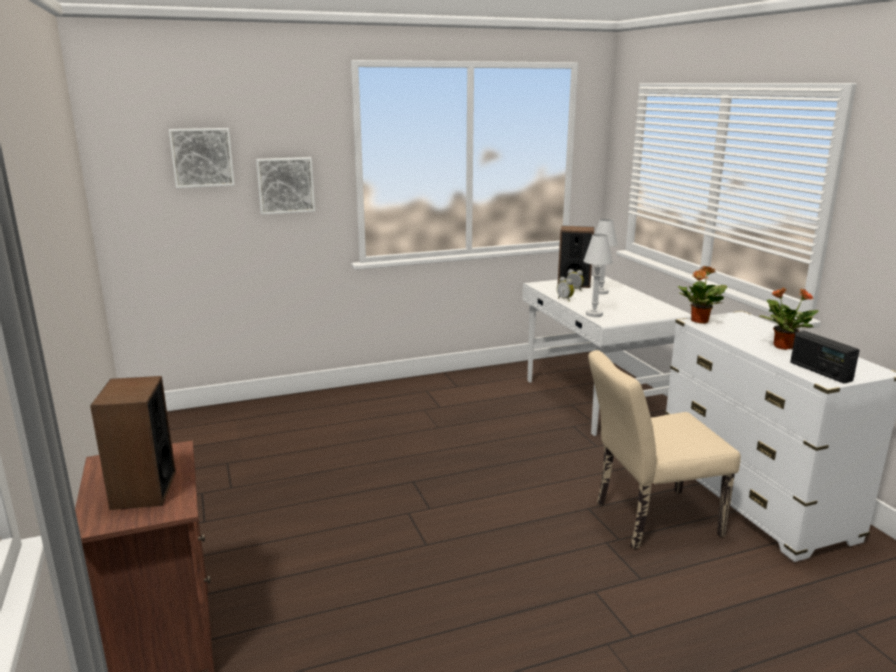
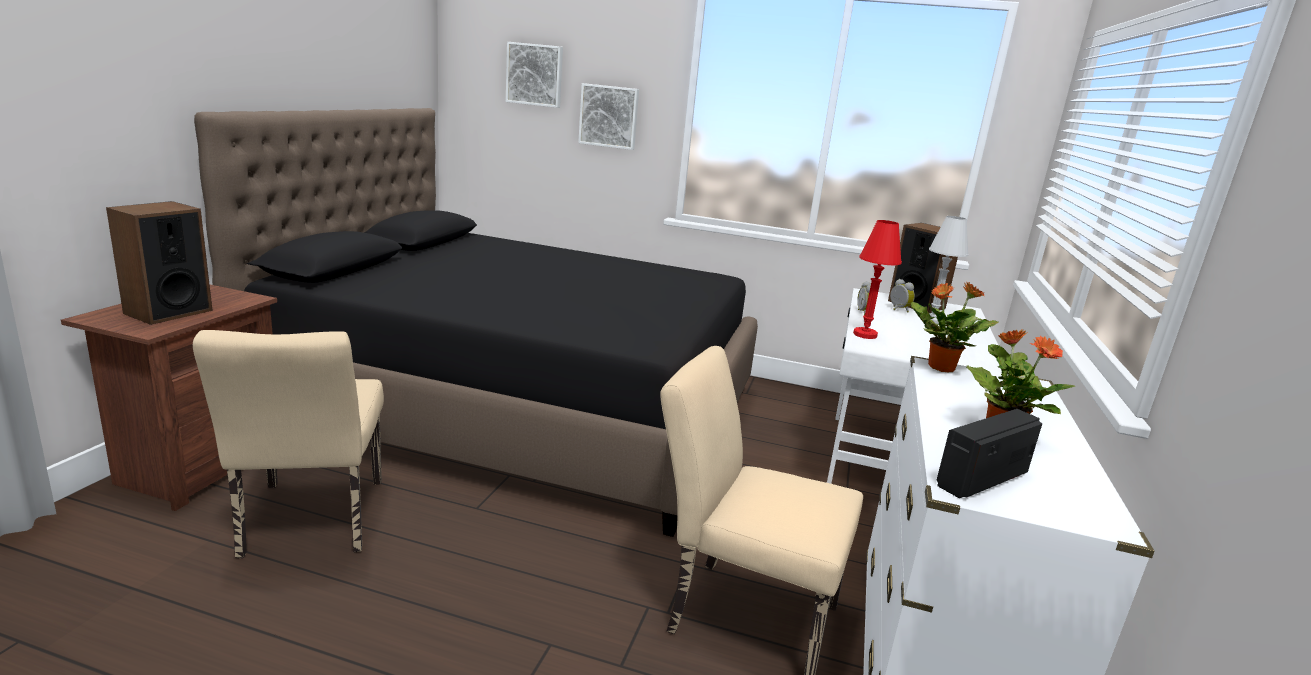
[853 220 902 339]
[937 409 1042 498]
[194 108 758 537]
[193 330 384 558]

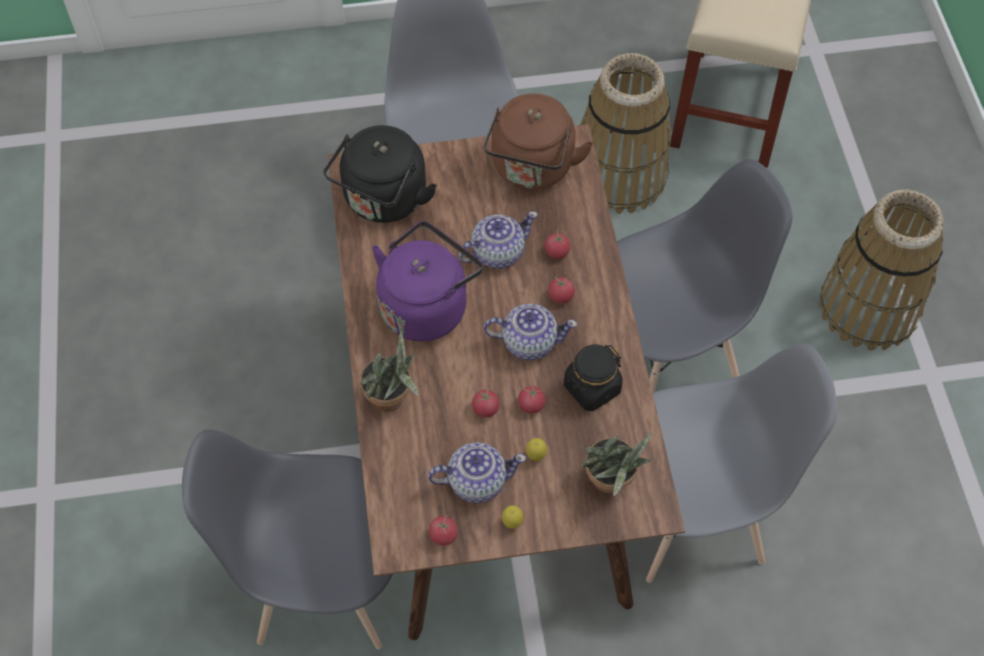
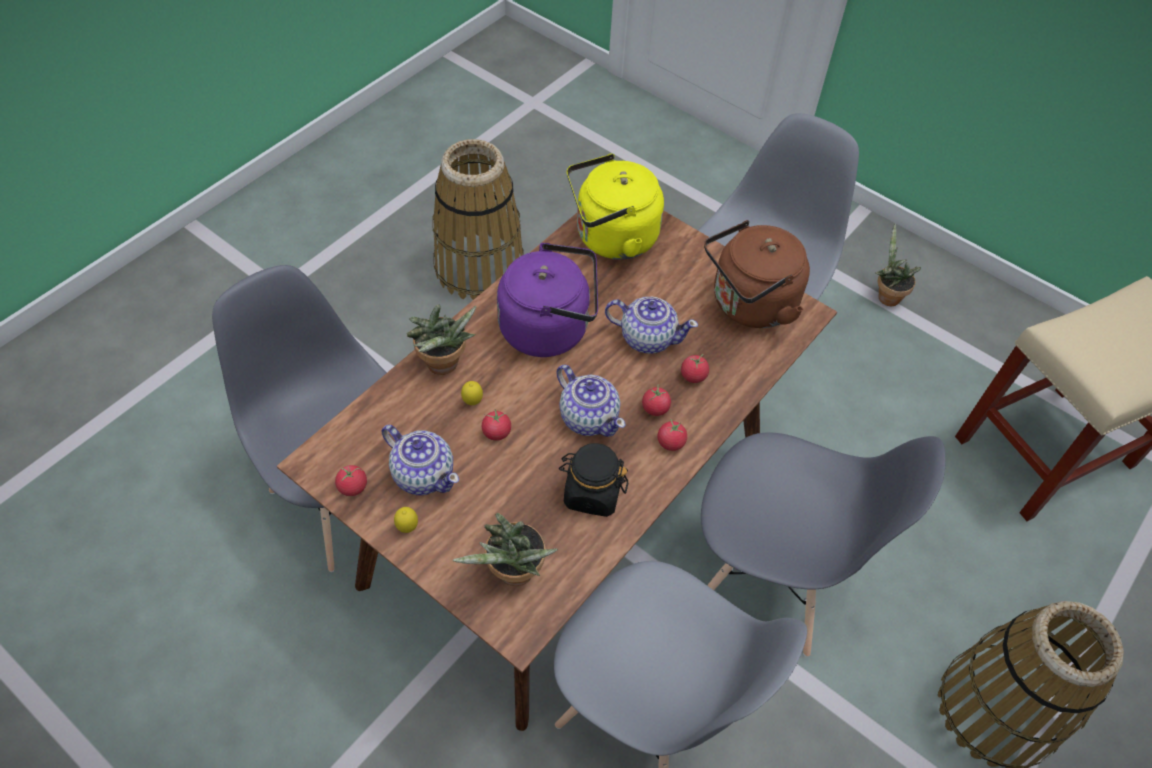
[432 139 524 300]
[567 154 664 260]
[658 419 687 451]
[461 381 483 405]
[875 224 921 306]

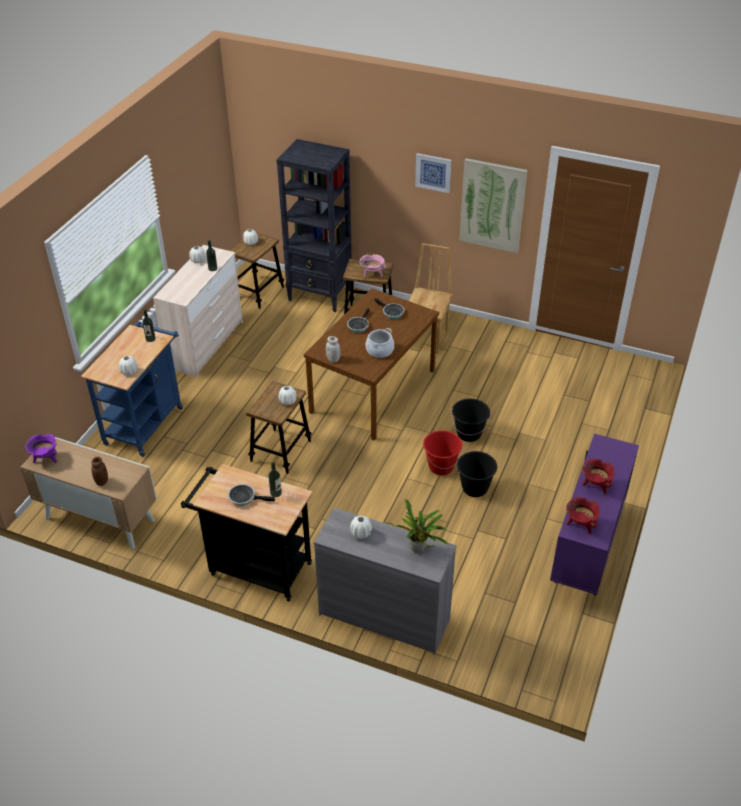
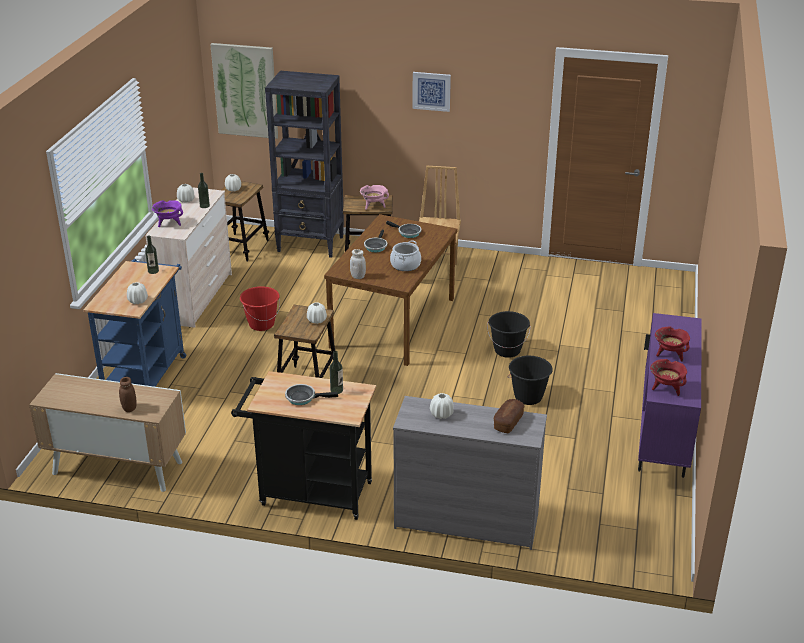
[210 43 278 139]
[240 286 280 331]
[152 200 183 227]
[493 399 524 433]

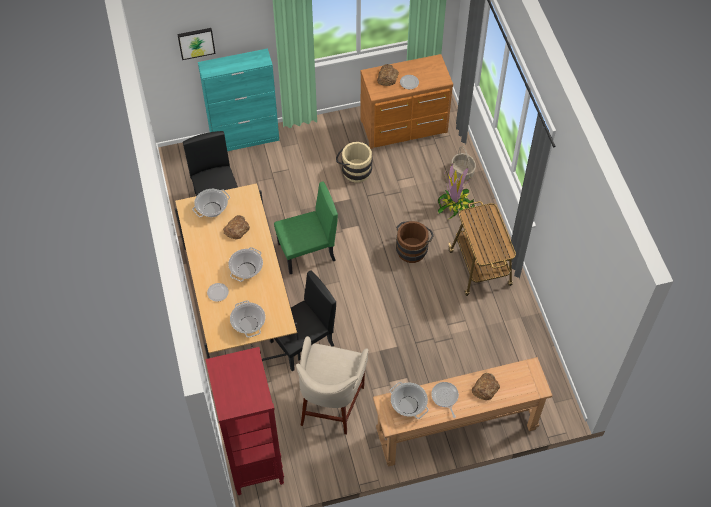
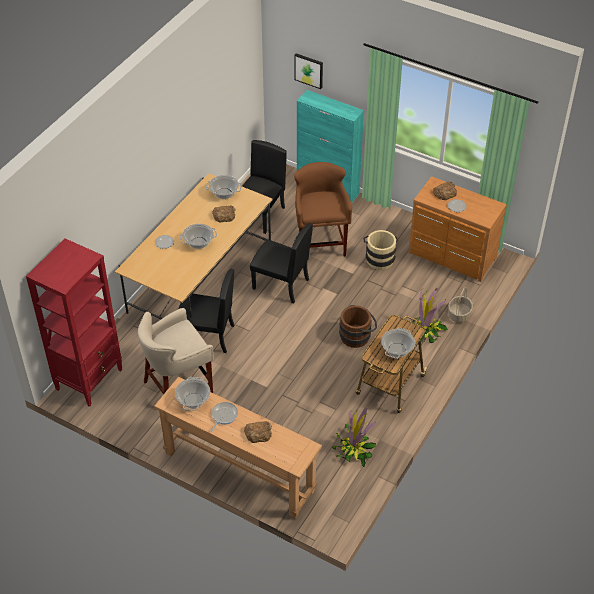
[250 223 313 304]
[381 328 415 359]
[294 162 352 257]
[332 407 376 467]

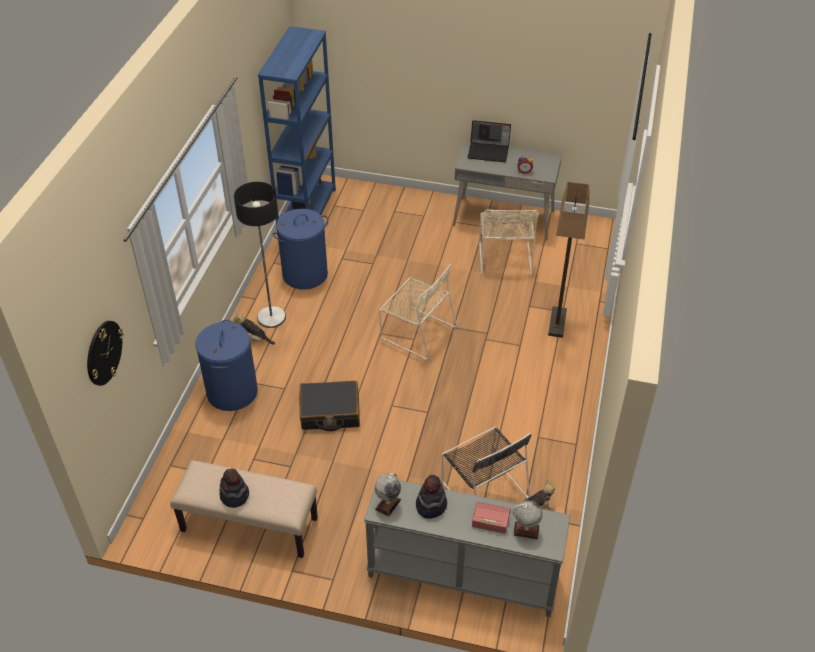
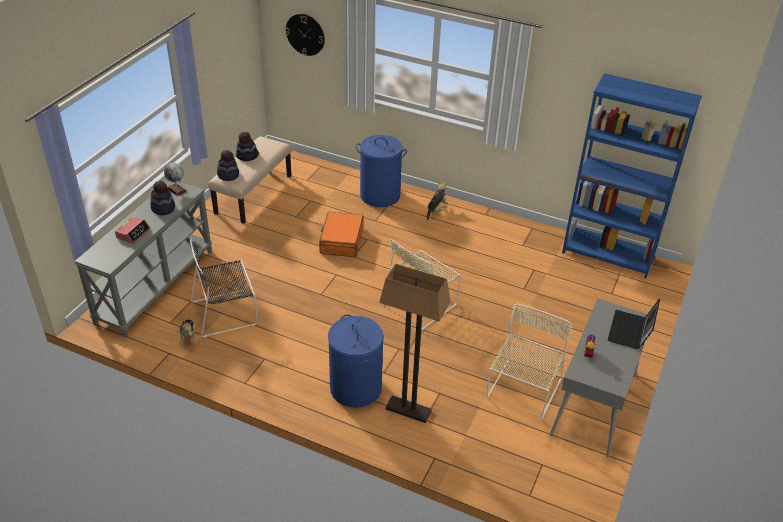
[234 182 286 328] (first image)
[328 314 384 408]
[486 304 572 420]
[319 212 364 257]
[513 500 542 540] (first image)
[217 150 239 181]

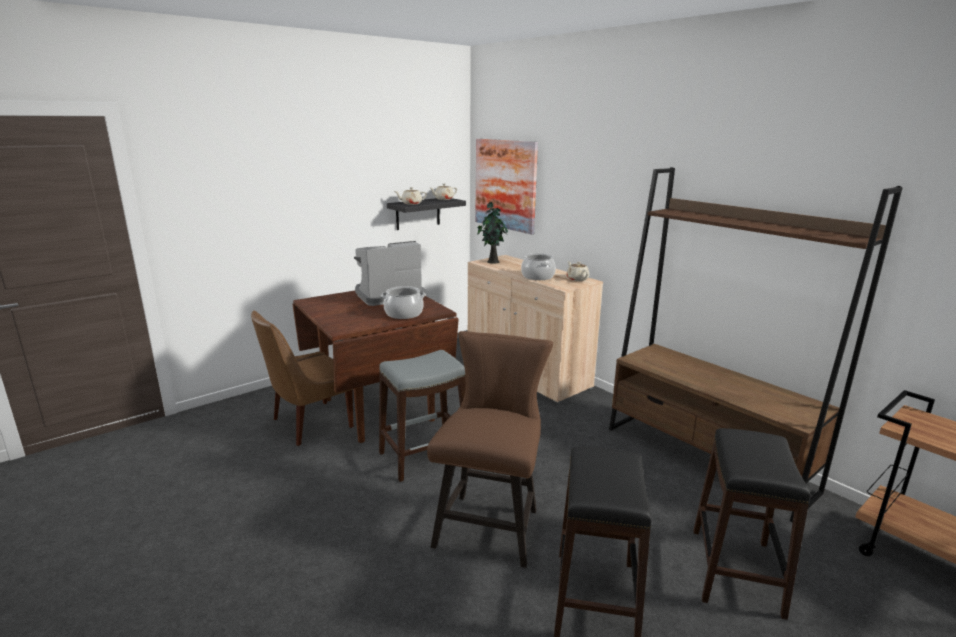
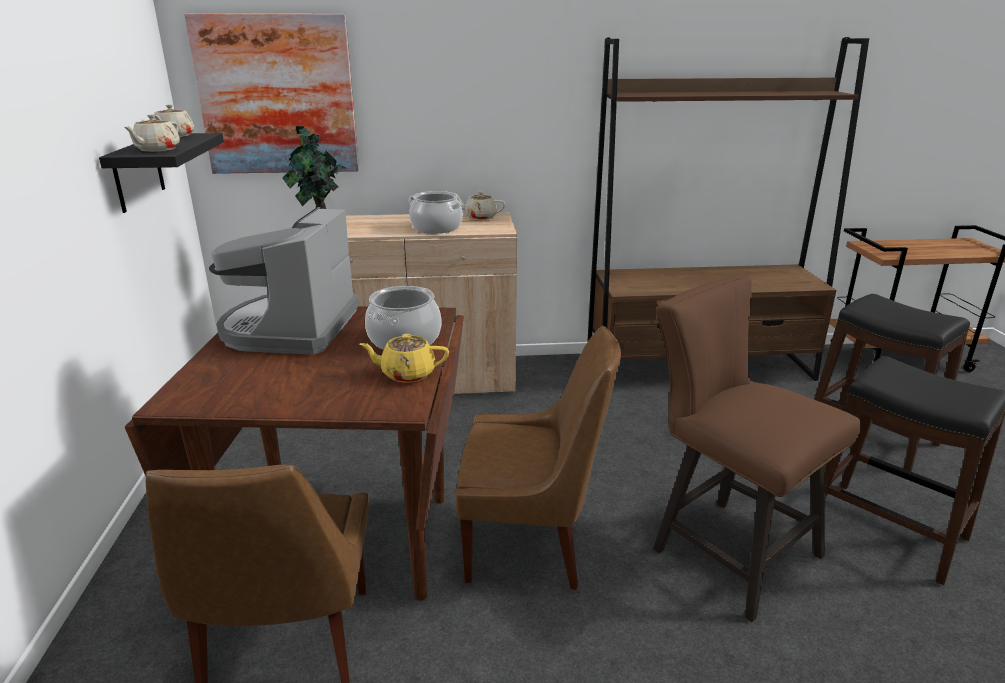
[456 326 621 590]
[360 334 449 383]

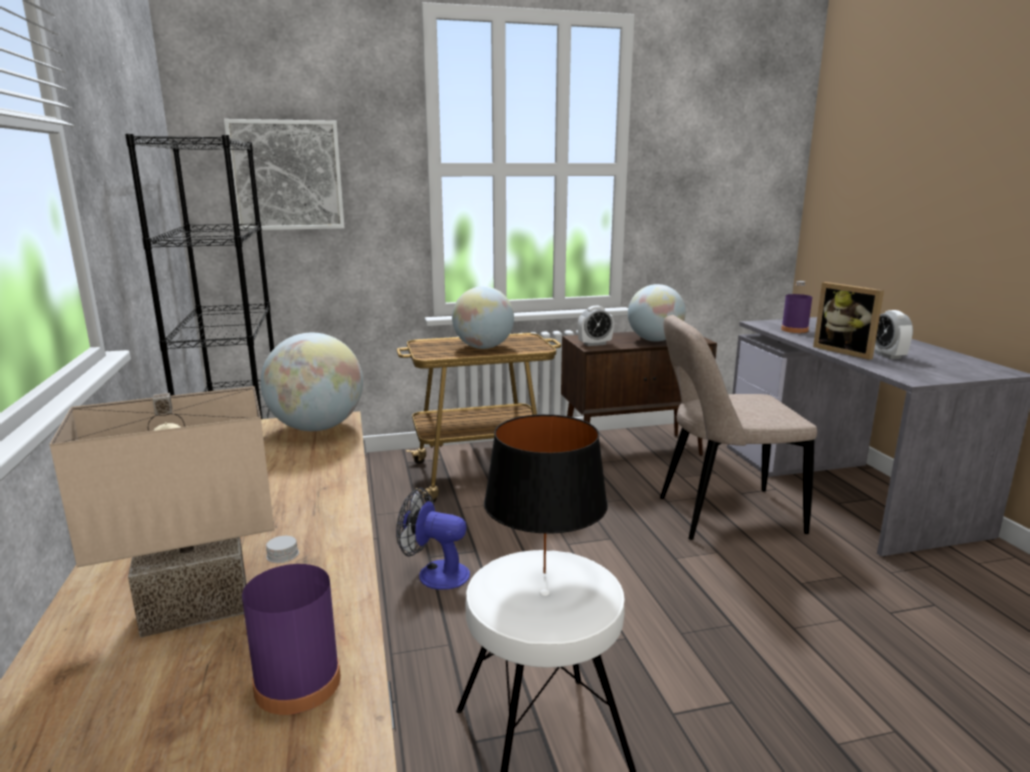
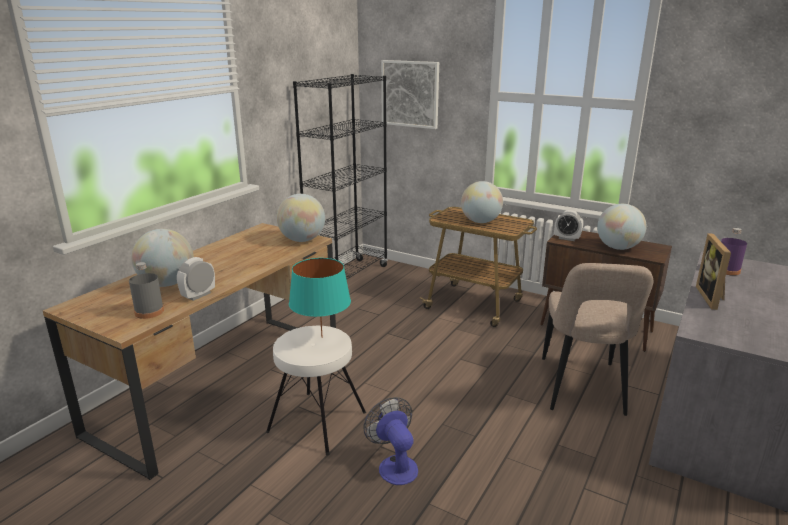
[177 257 215 301]
[542 263 653 416]
[131 229 194 287]
[289 258 351 338]
[363 397 418 485]
[129 262 164 319]

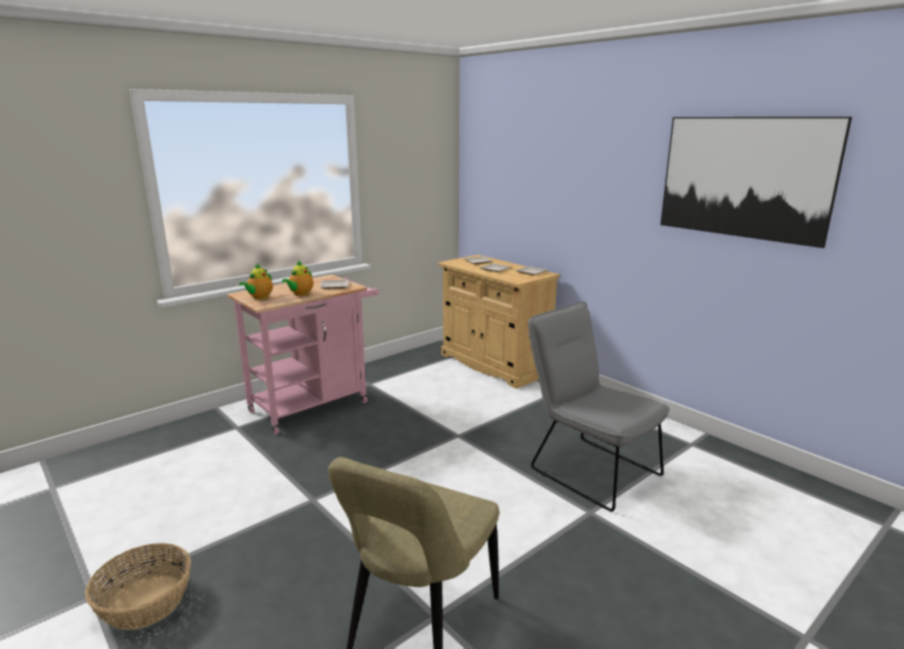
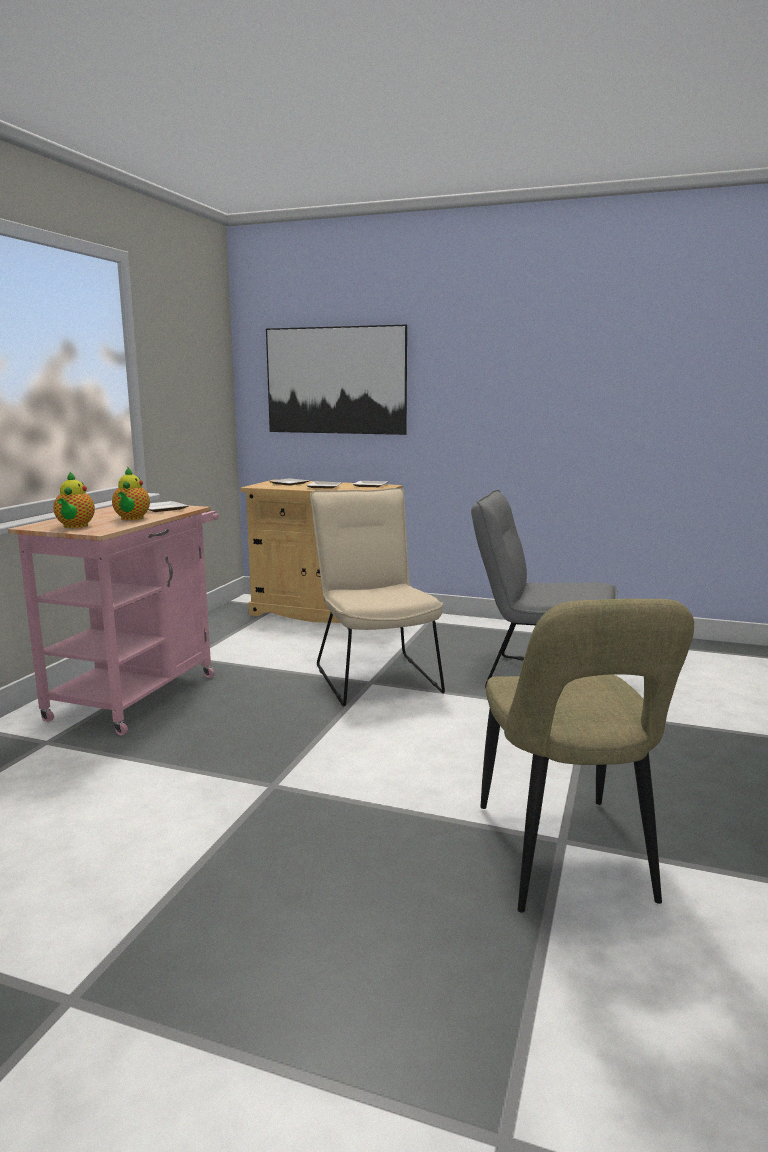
[266 325 407 435]
[85 543 191 630] (first image)
[310 488 445 706]

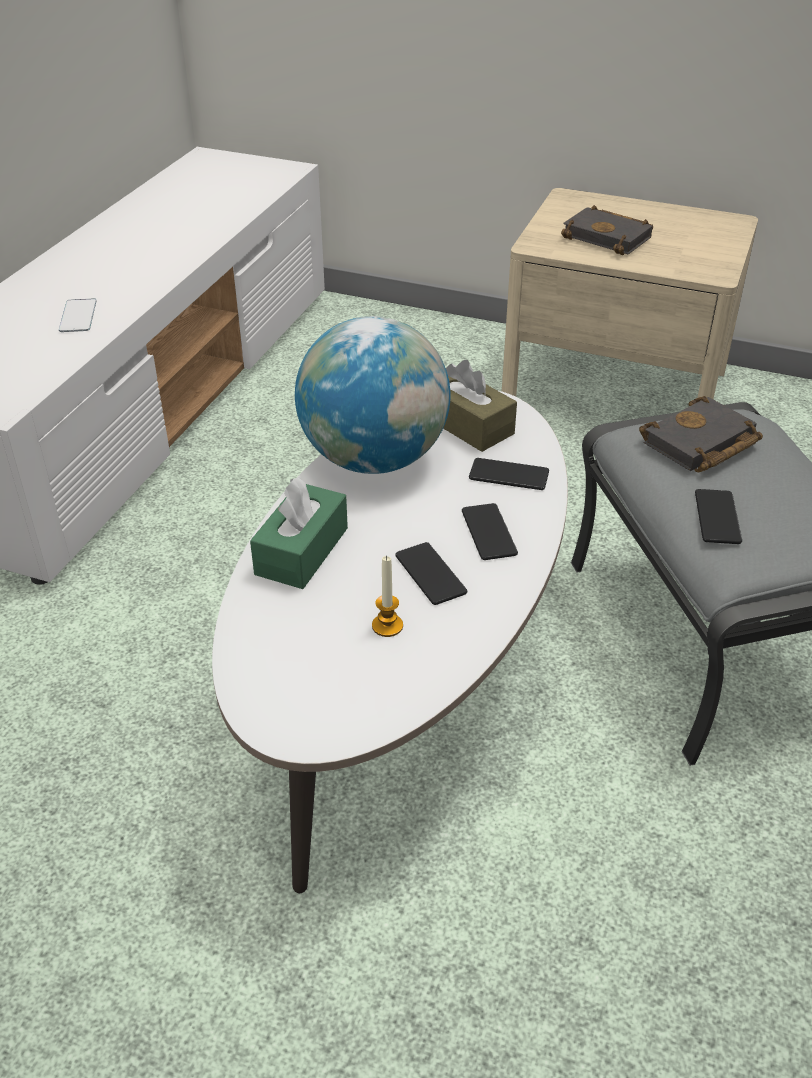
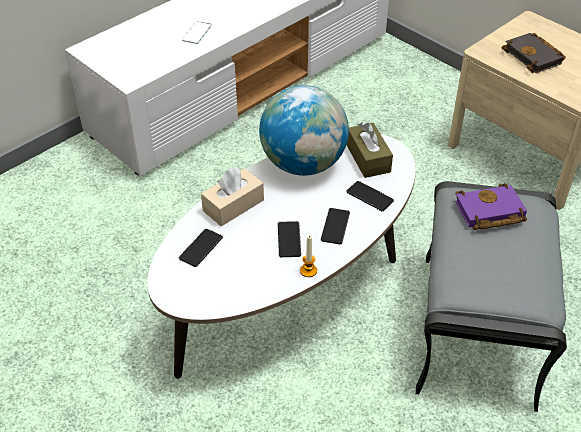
[455 183 527 230]
[201 167 264 226]
[179 229 223 267]
[300 236 317 277]

